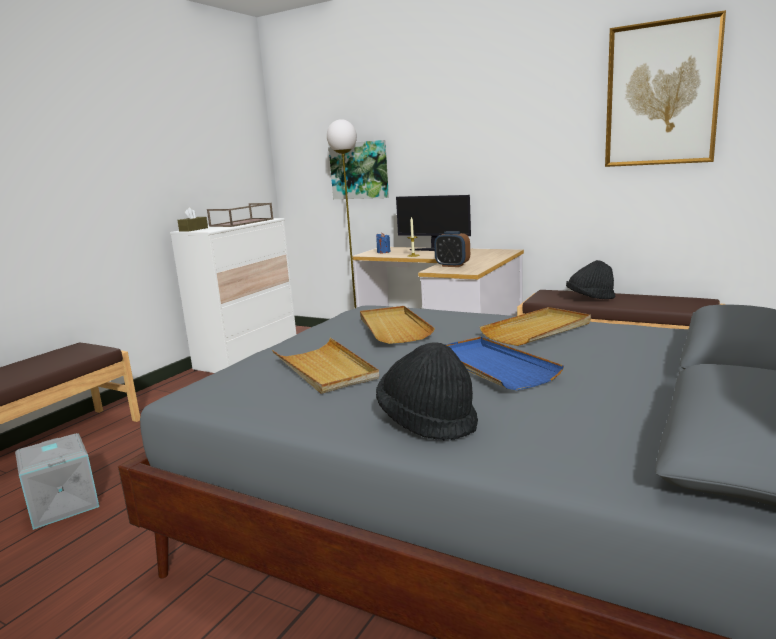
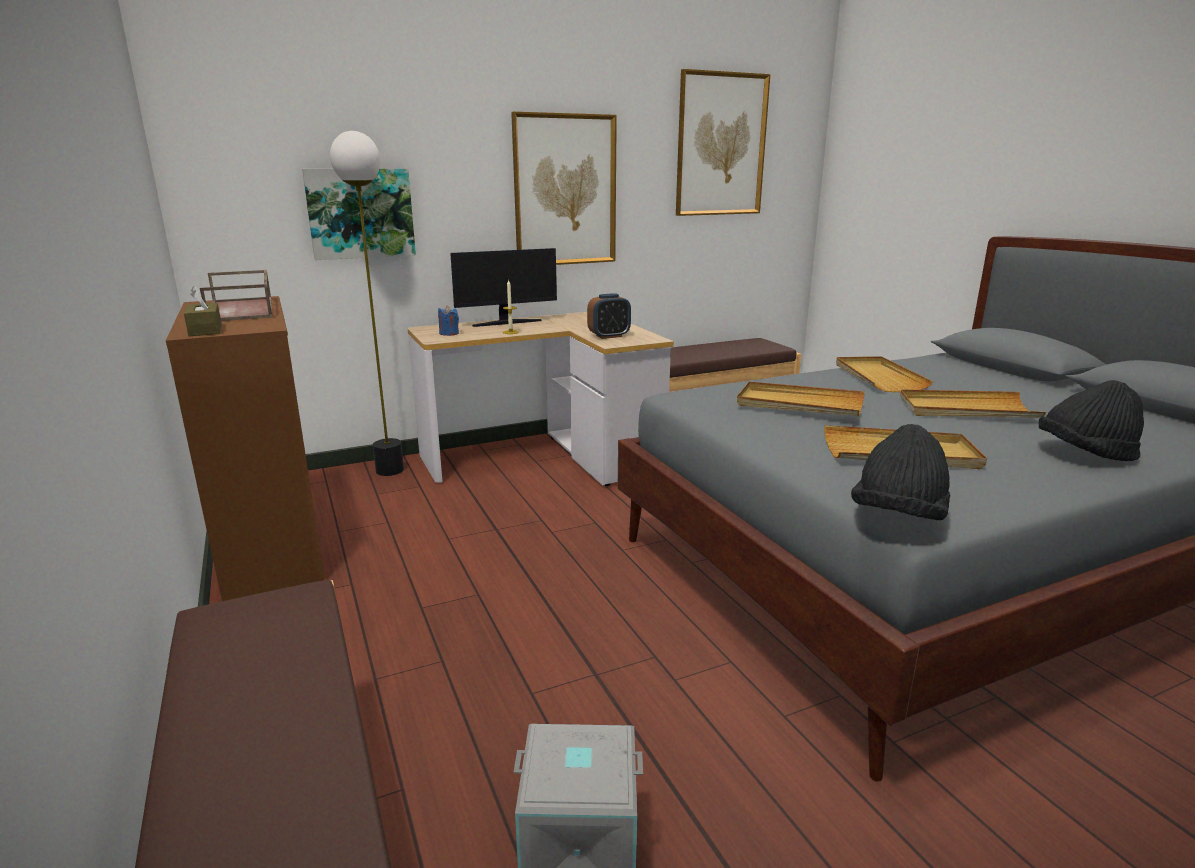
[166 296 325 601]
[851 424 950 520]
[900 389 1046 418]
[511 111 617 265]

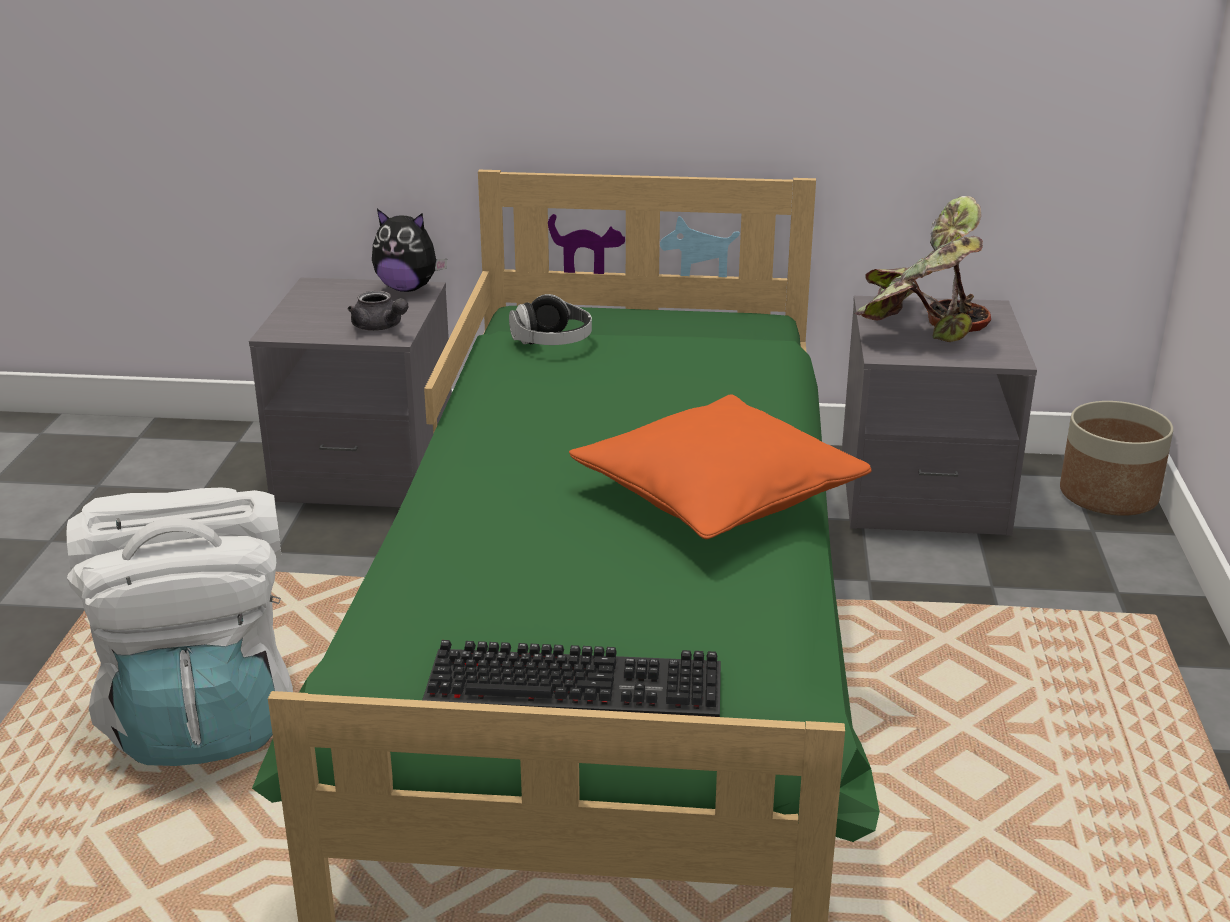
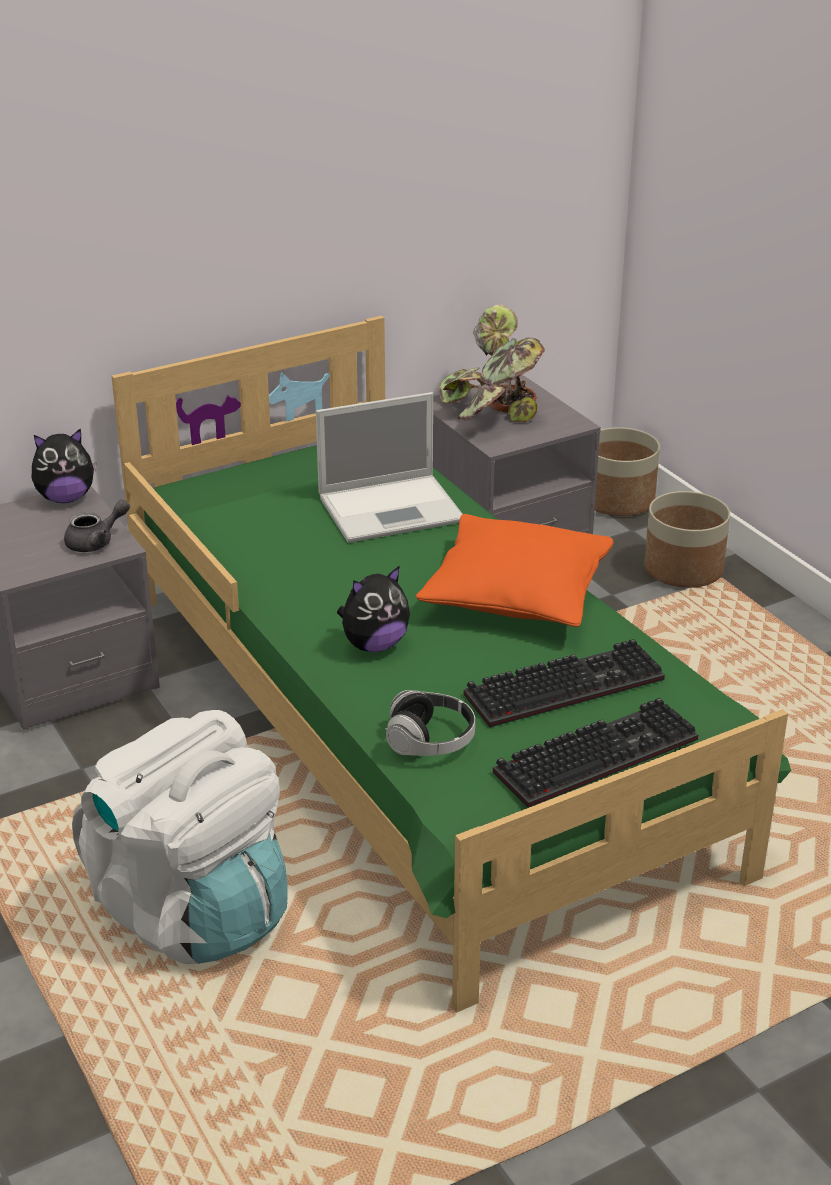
[64 500 130 552]
[385 690 475 756]
[316 392 462 543]
[644 491 730 588]
[337 565 410 652]
[464 639 665 727]

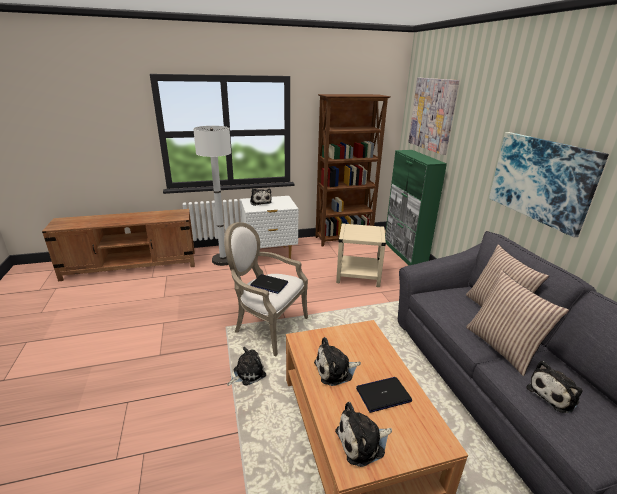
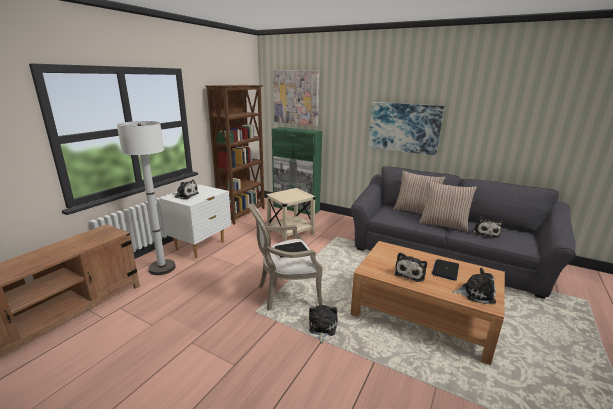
[452 268 496 304]

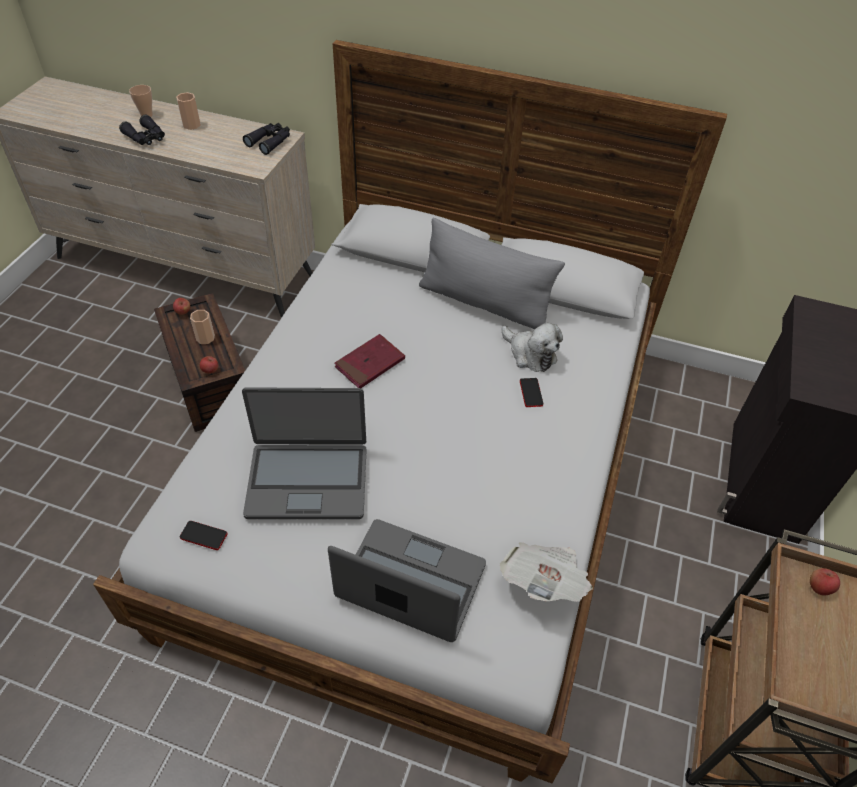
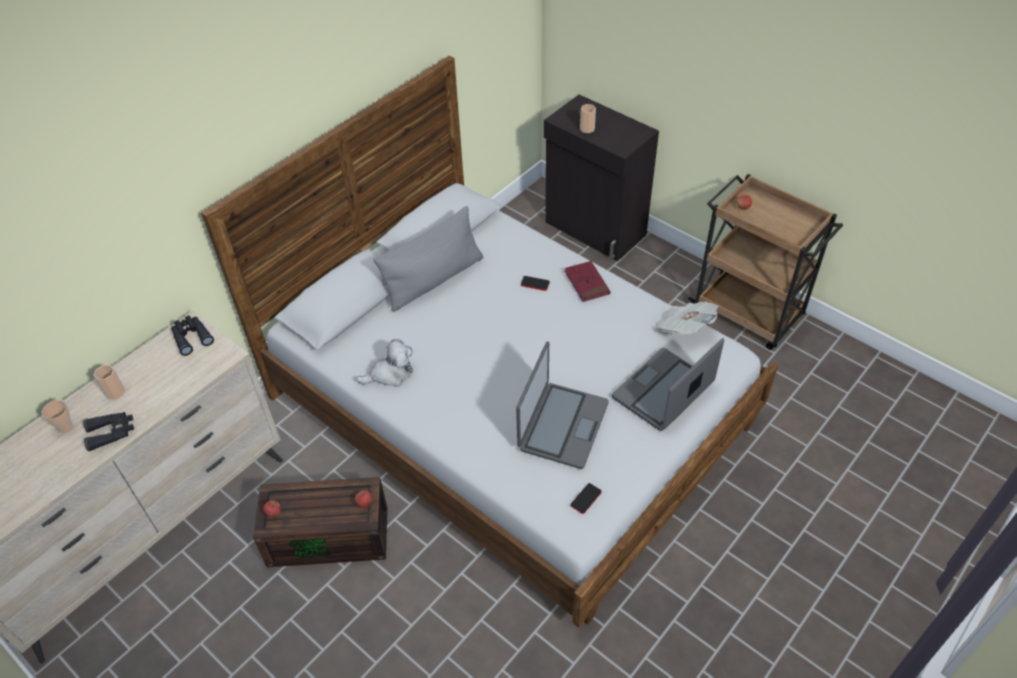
[580 104 596 133]
[356 339 413 387]
[564 261 610 302]

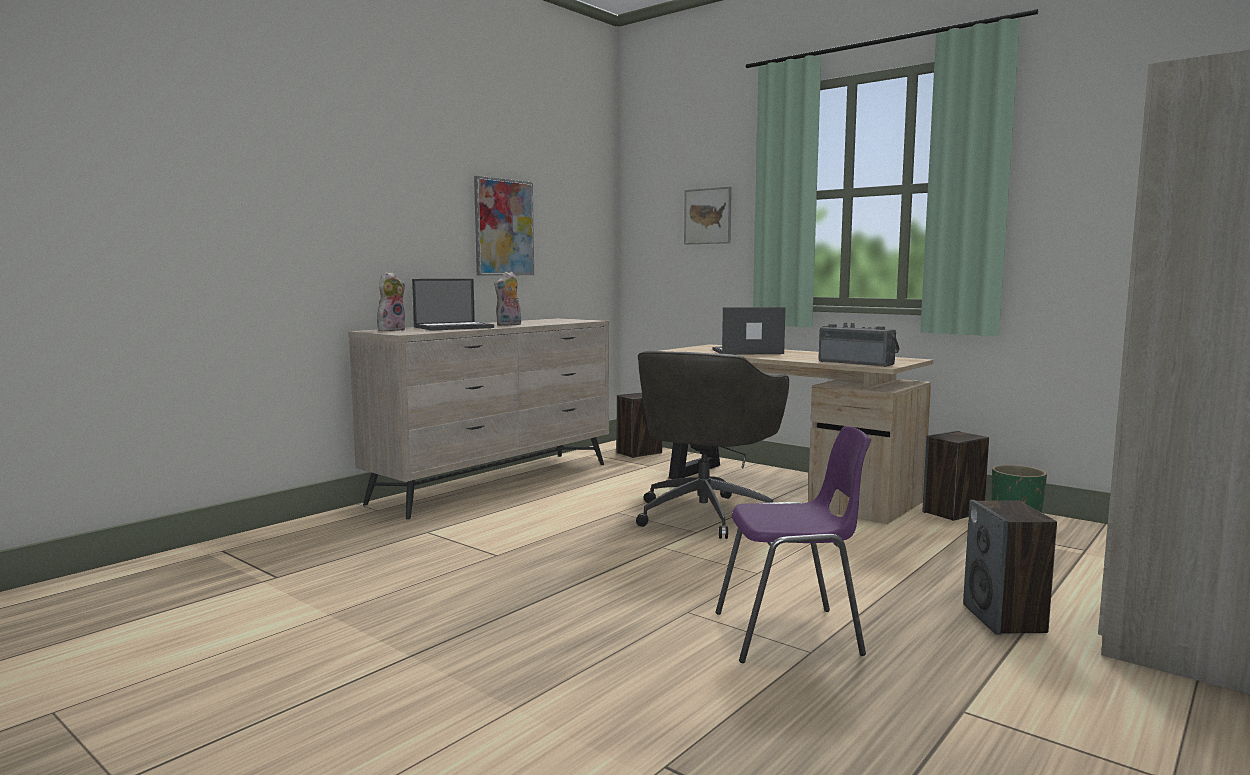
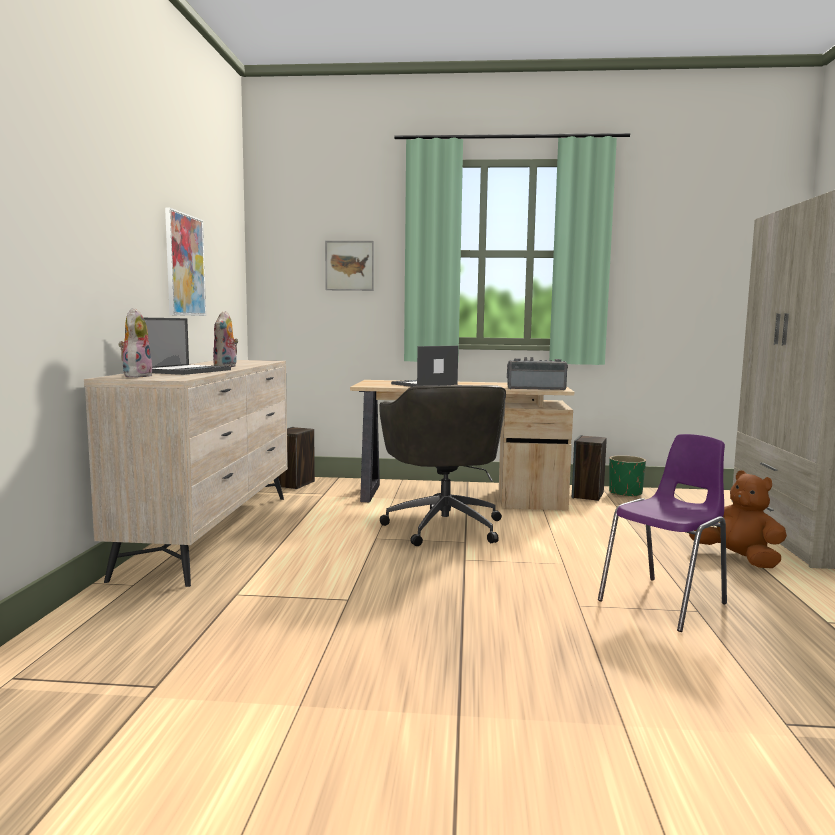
[689 470 787 568]

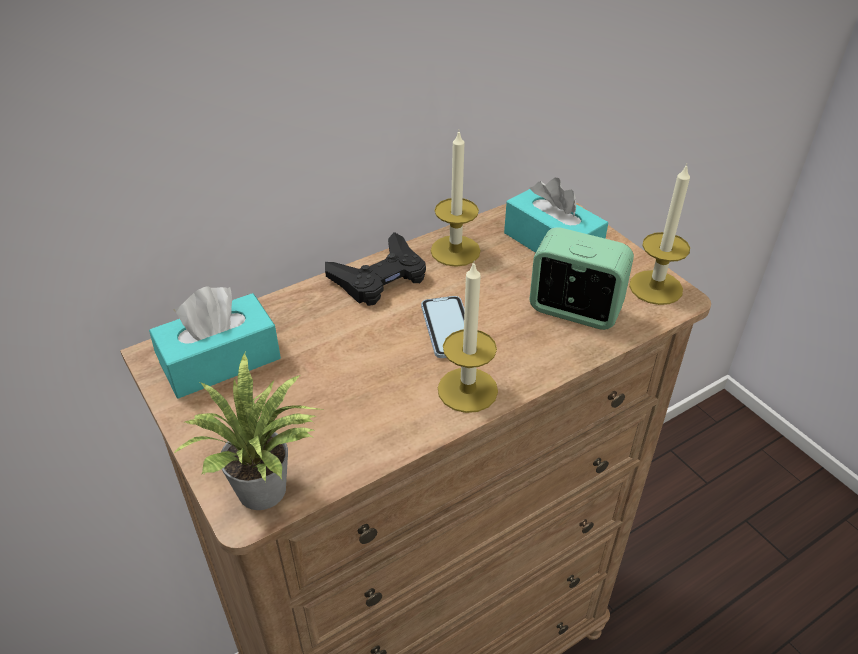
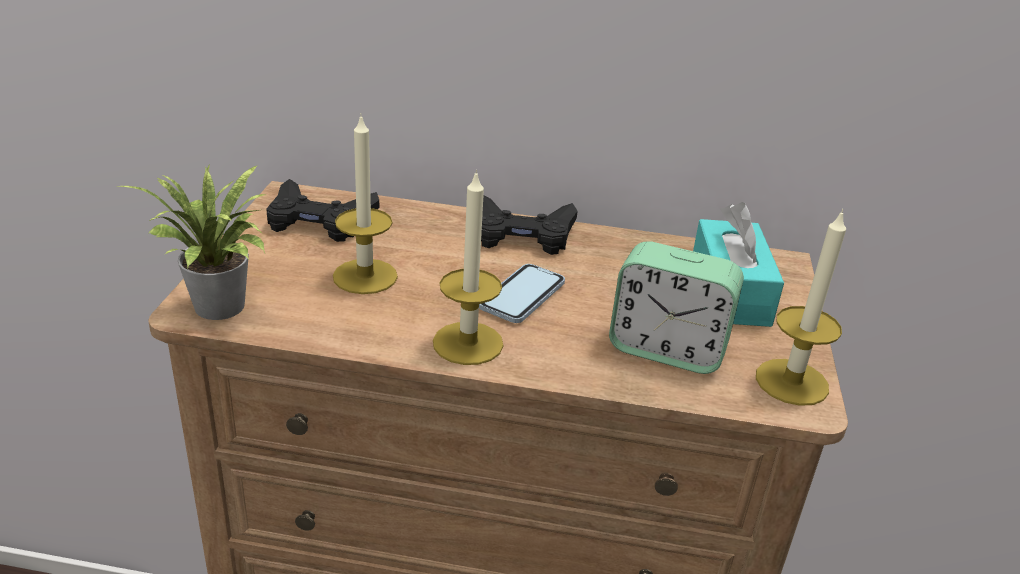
[333 113 398 294]
[609 241 744 374]
[266 179 379 242]

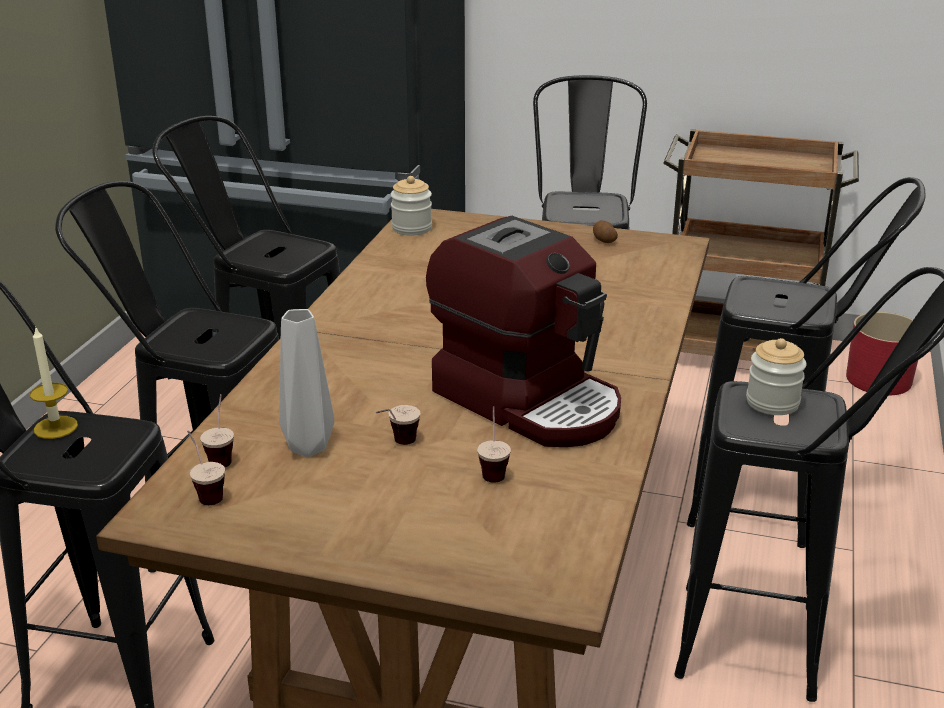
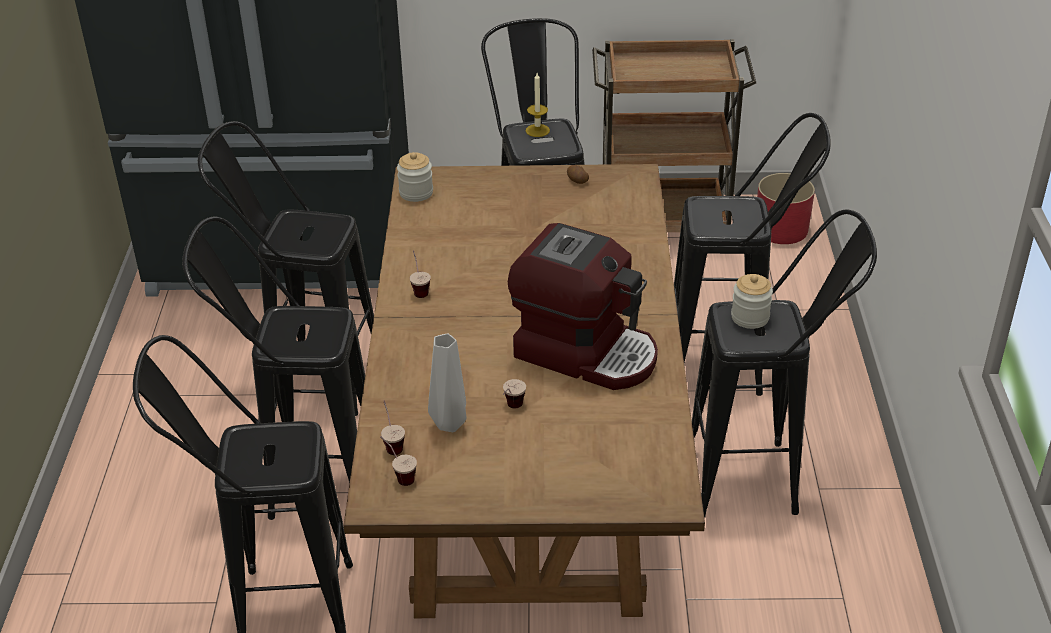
[526 73 550 137]
[410 250 431 298]

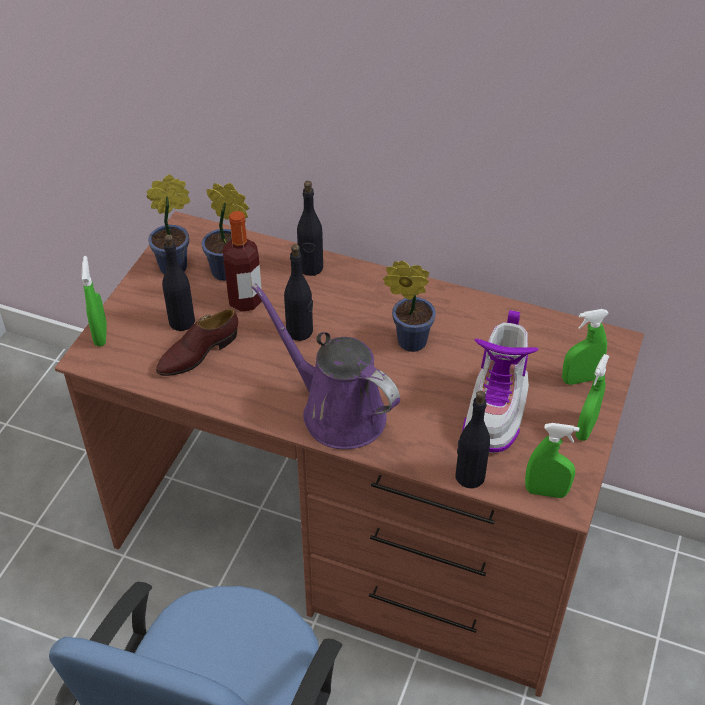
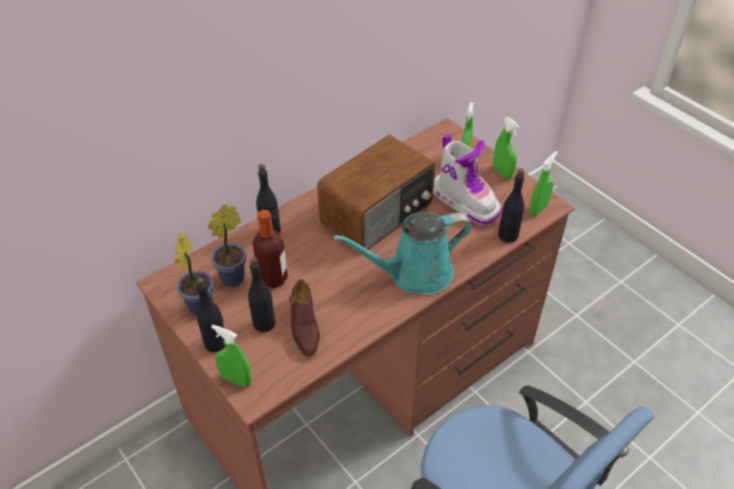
[196 277 226 352]
[317 135 435 250]
[333 212 472 294]

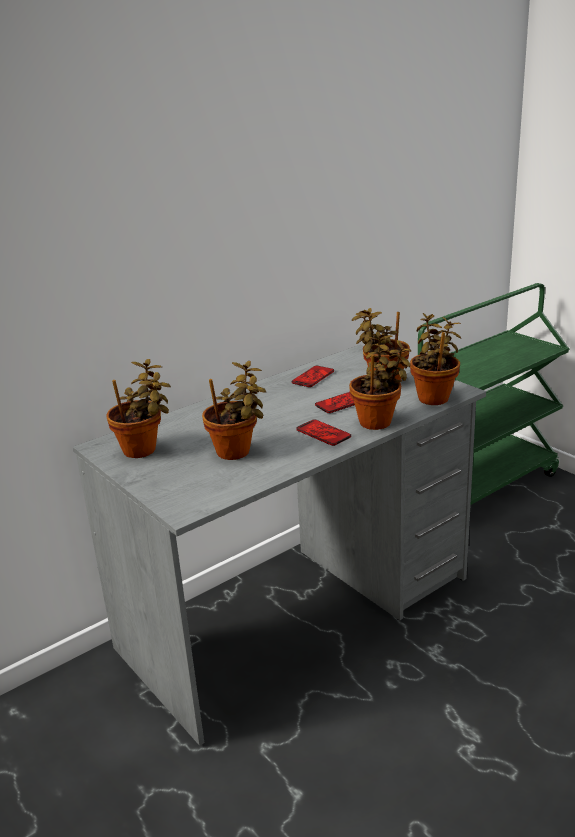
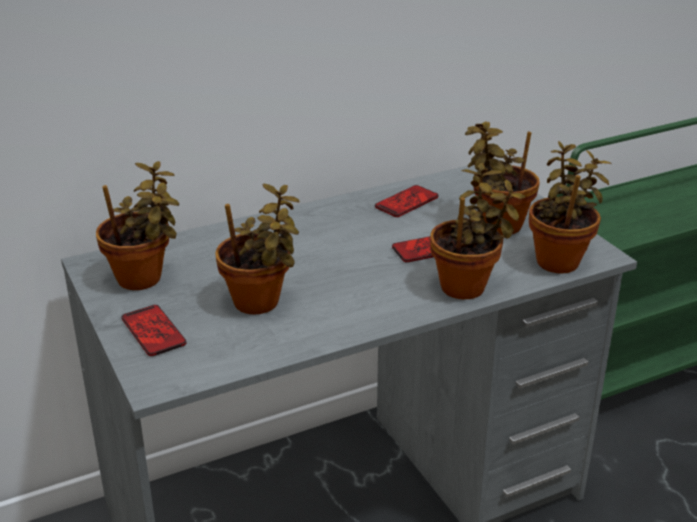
[122 305 186 356]

